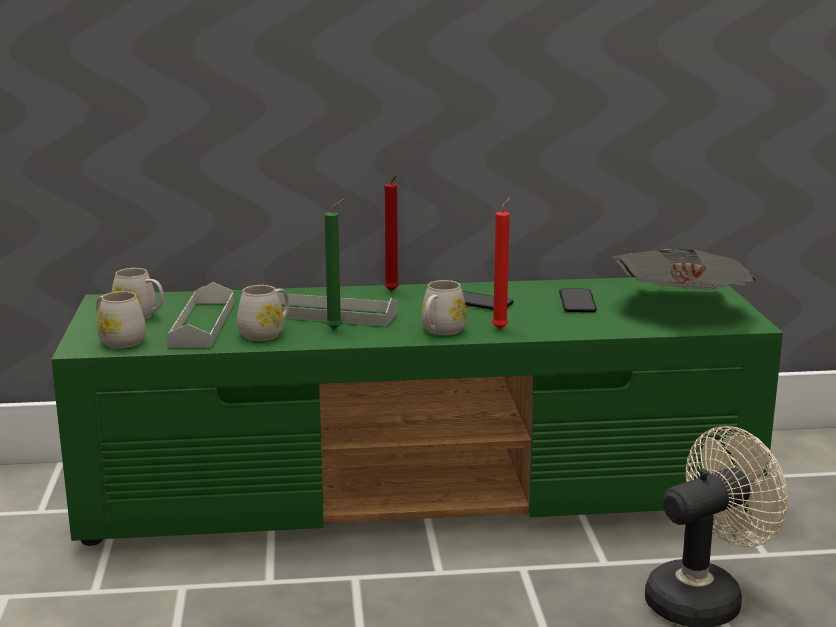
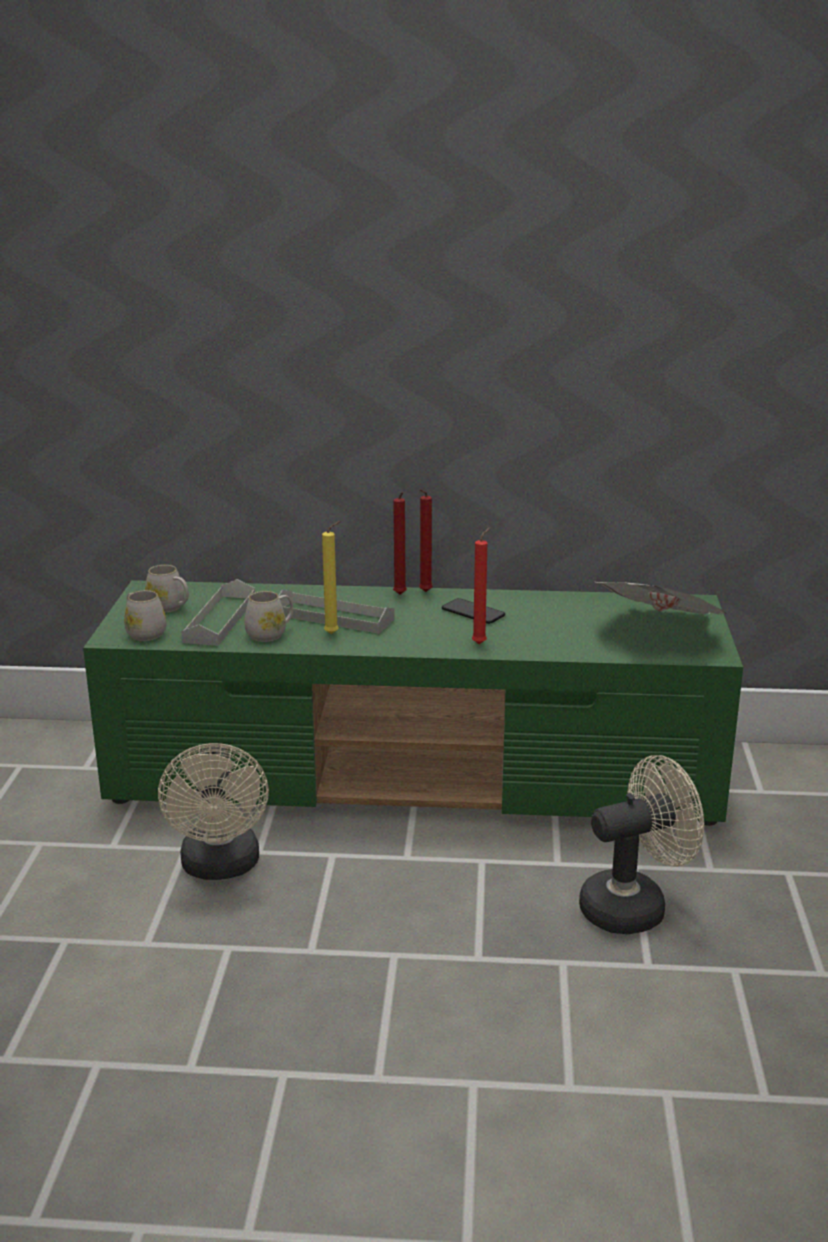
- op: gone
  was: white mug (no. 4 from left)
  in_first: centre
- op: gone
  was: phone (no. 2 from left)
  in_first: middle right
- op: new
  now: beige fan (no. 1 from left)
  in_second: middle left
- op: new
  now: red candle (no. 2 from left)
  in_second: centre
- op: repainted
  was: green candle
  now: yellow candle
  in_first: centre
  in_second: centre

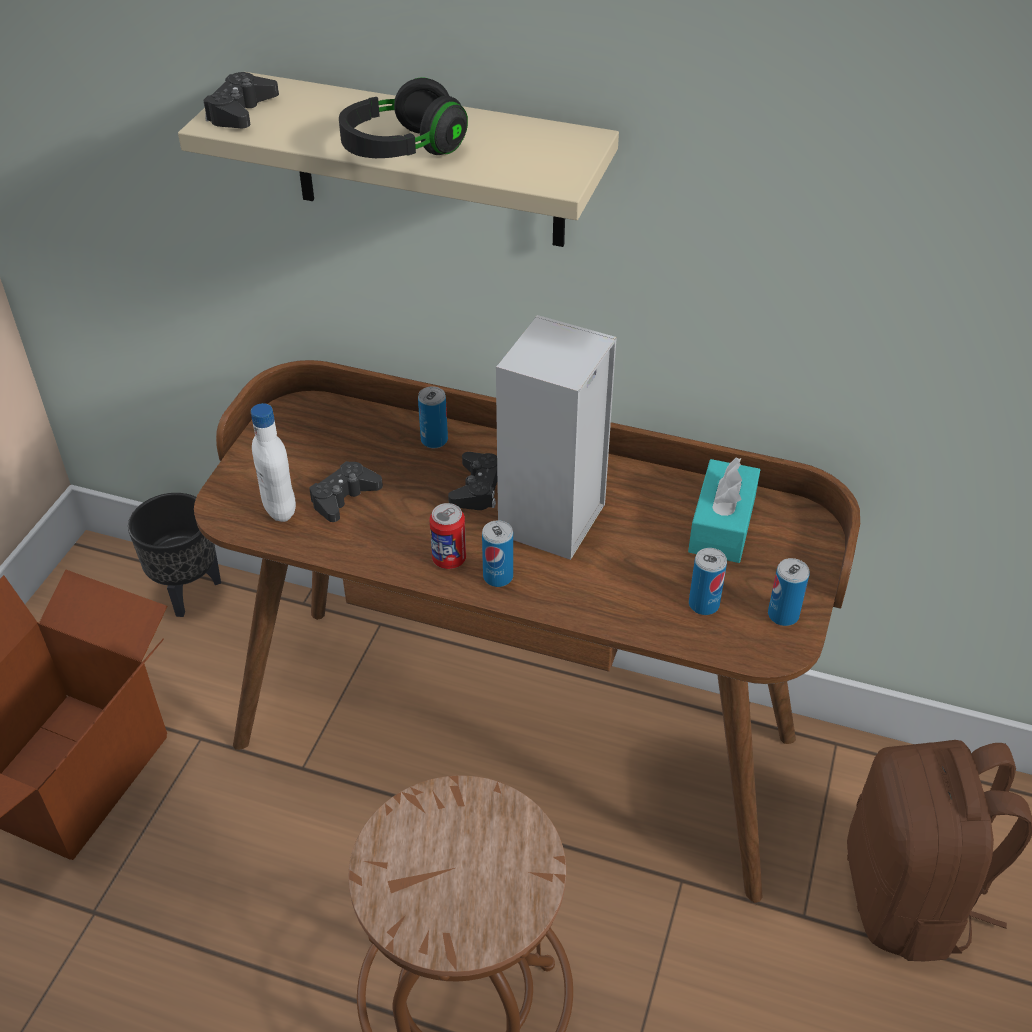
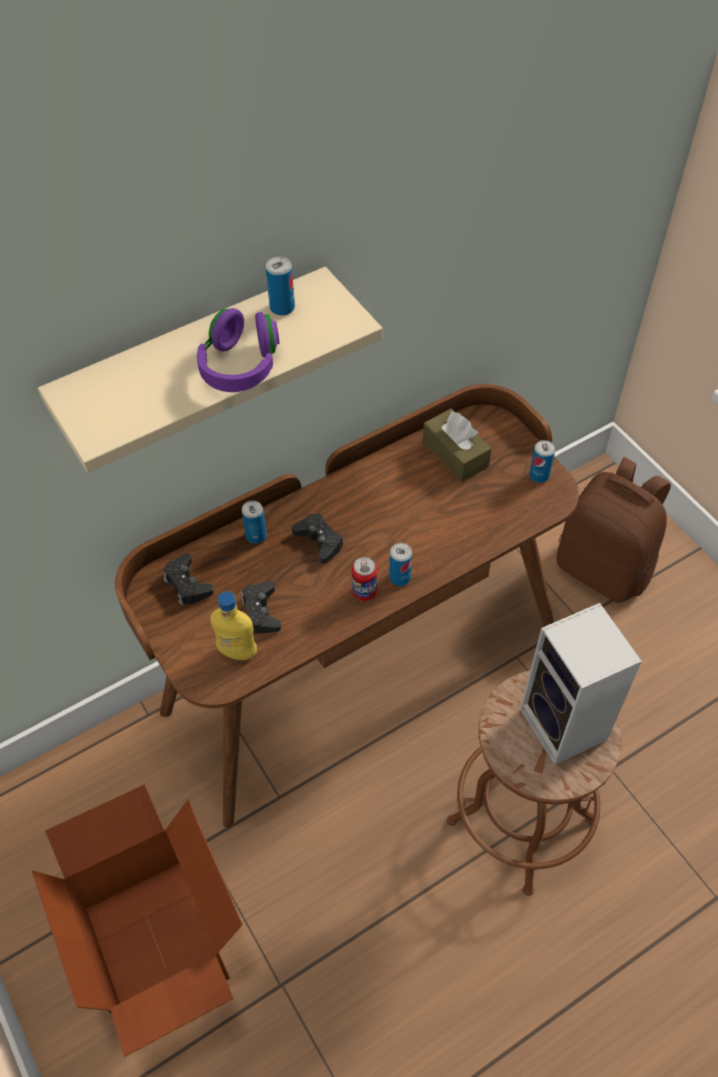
- op: gone
  was: black planter
  in_first: middle left
- op: shifted
  was: black game controller (no. 1 from left)
  in_first: top left
  in_second: middle left
- op: shifted
  was: speaker
  in_first: centre
  in_second: middle right
- op: shifted
  was: can (no. 4 from left in the first image)
  now: can (no. 2 from left)
  in_first: middle right
  in_second: top centre
- op: repainted
  was: white bottle
  now: yellow bottle
  in_first: middle left
  in_second: middle left
- op: repainted
  was: black headphones
  now: purple headphones
  in_first: top centre
  in_second: top left
- op: repainted
  was: turquoise tissue box
  now: brown tissue box
  in_first: middle right
  in_second: centre

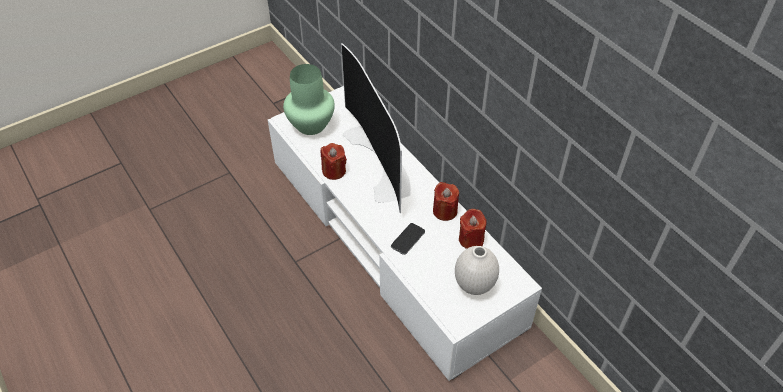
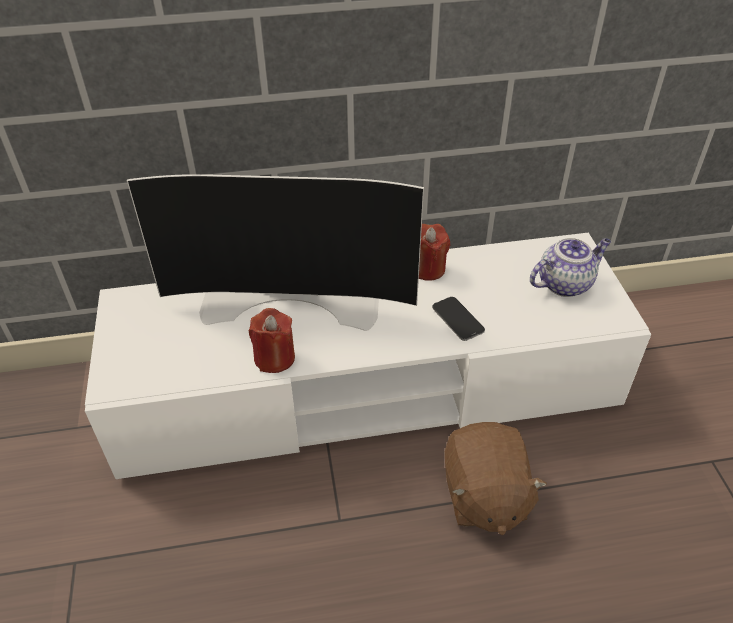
- op: gone
  was: green vase
  in_first: top centre
- op: gone
  was: red candle (no. 3 from left)
  in_first: centre
- op: new
  now: brown plush toy
  in_second: bottom right
- op: swapped
  was: white vase
  now: teapot
  in_first: bottom centre
  in_second: middle right

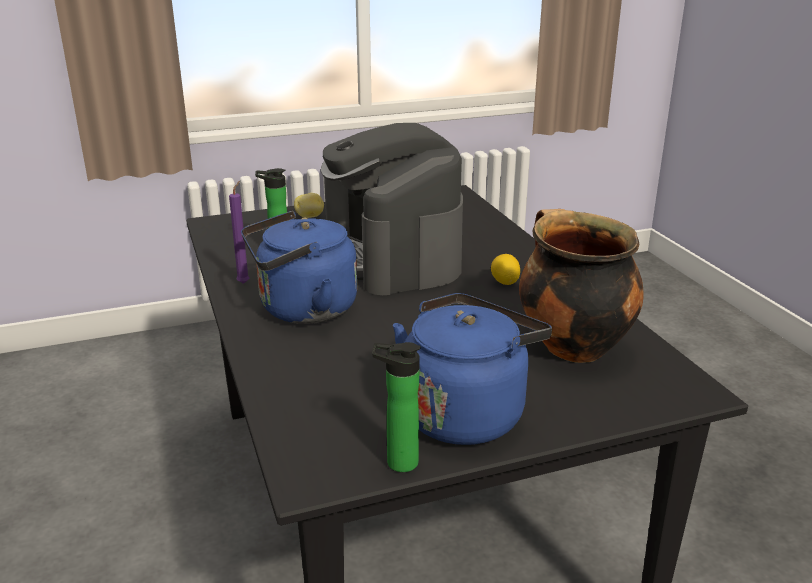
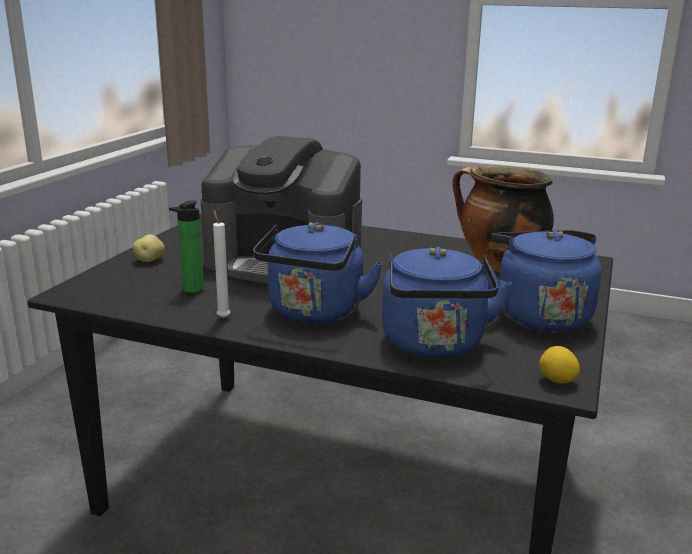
- op: gone
  was: bottle (no. 2 from left)
  in_first: bottom centre
- op: new
  now: blue kettle (no. 2 from left)
  in_second: centre
- op: shifted
  was: lemon
  in_first: centre
  in_second: middle right
- op: repainted
  was: purple candle
  now: white candle
  in_first: middle left
  in_second: middle left

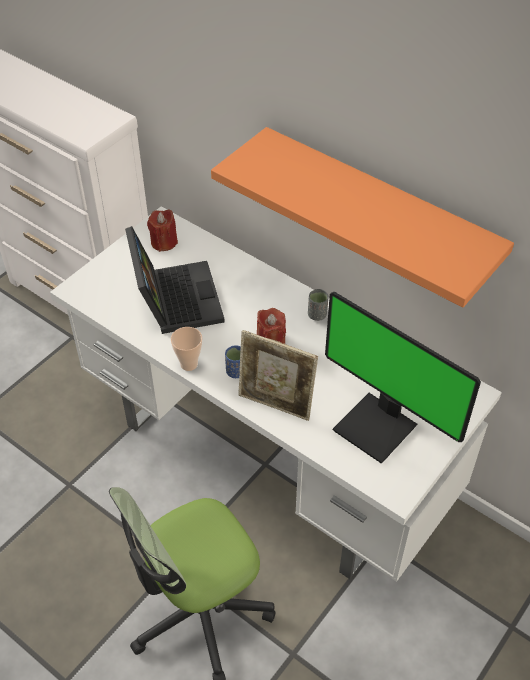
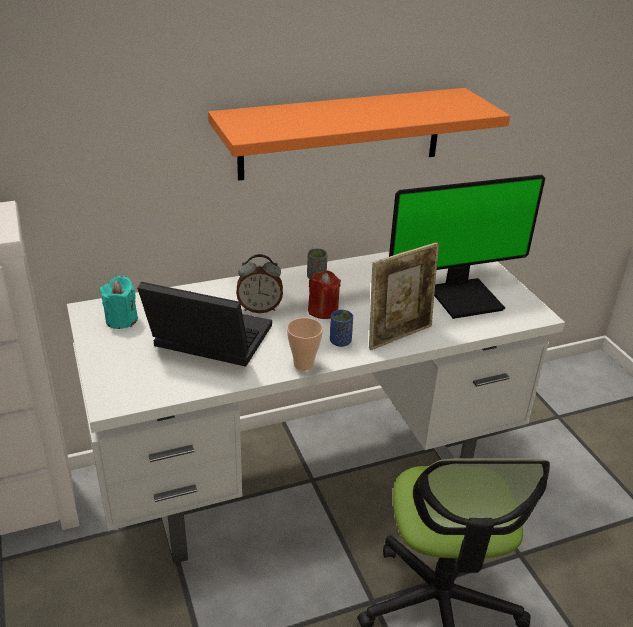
- op: new
  now: alarm clock
  in_second: centre
- op: repainted
  was: red candle (no. 1 from left)
  now: turquoise candle
  in_first: middle left
  in_second: middle left

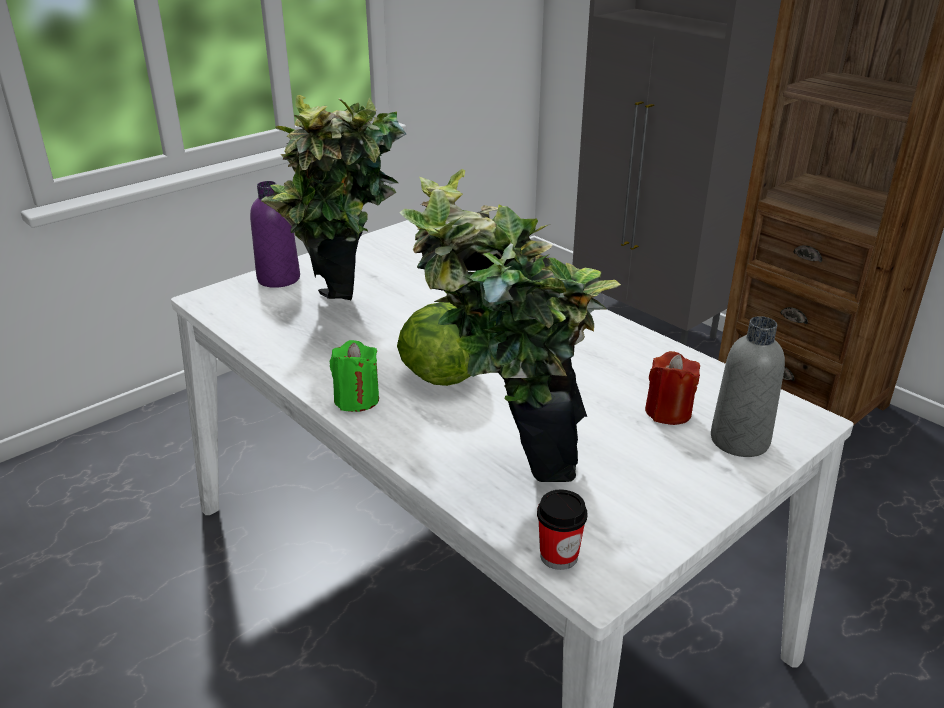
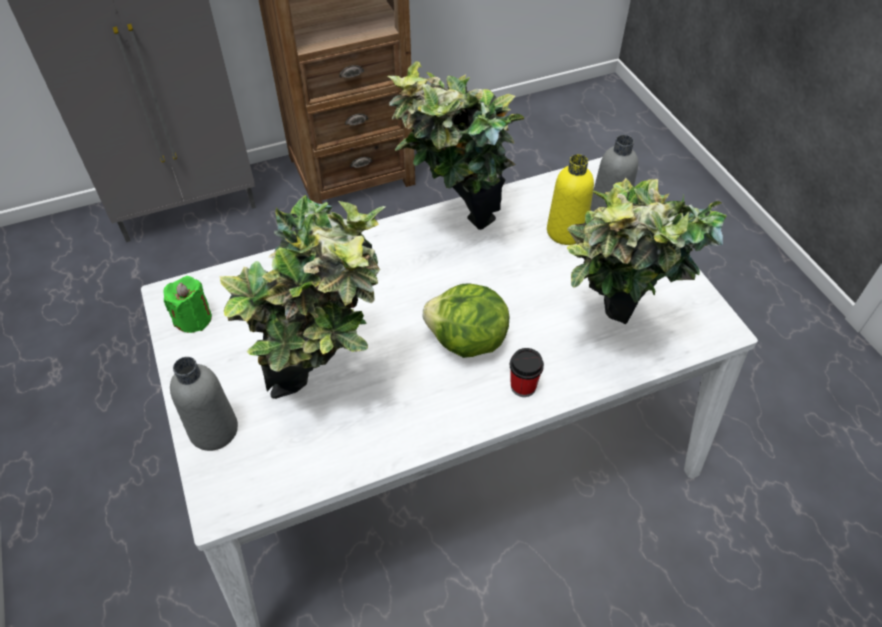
- op: new
  now: potted plant (no. 2 from left)
  in_second: top centre
- op: shifted
  was: green candle
  in_first: centre
  in_second: middle left
- op: shifted
  was: cup
  in_first: bottom centre
  in_second: centre
- op: swapped
  was: red candle
  now: yellow bottle
  in_first: middle right
  in_second: top centre
- op: repainted
  was: purple bottle
  now: grey bottle (no. 1 from left)
  in_first: top left
  in_second: middle left

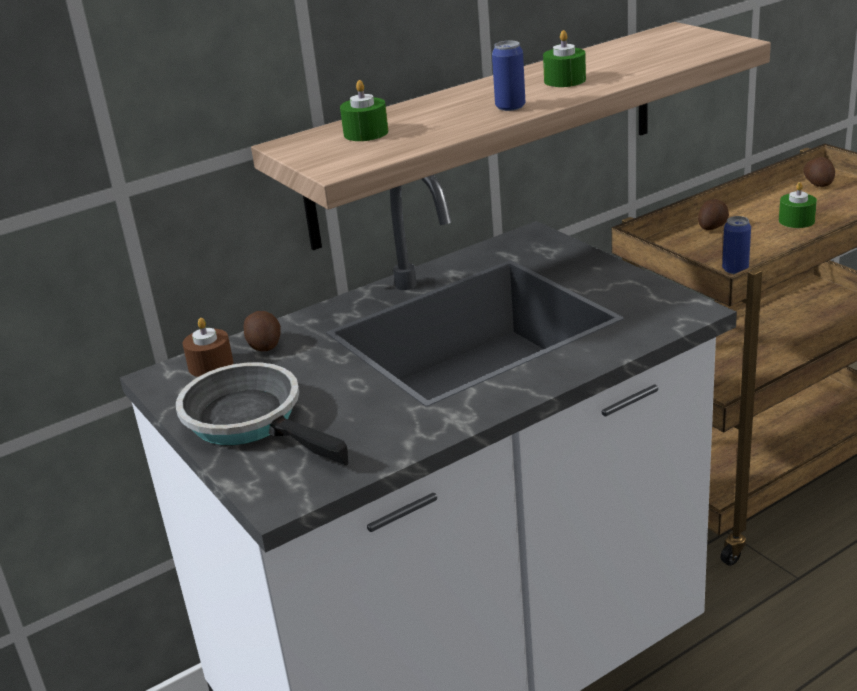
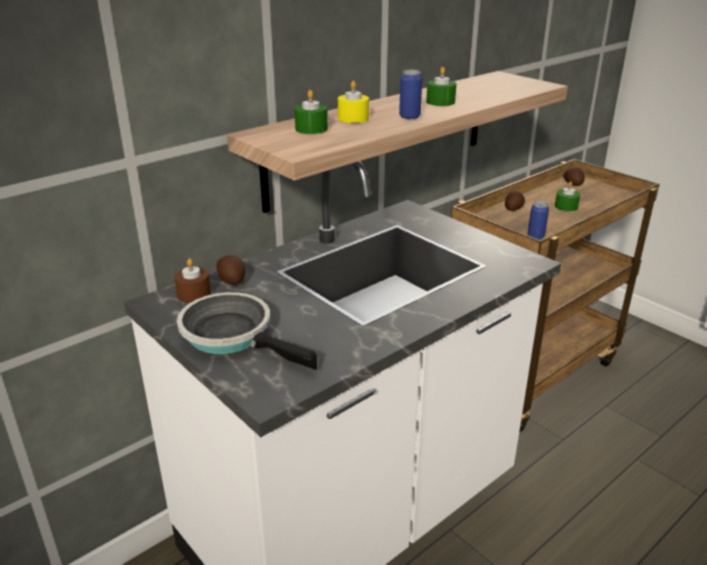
- op: new
  now: yellow candle
  in_second: top centre

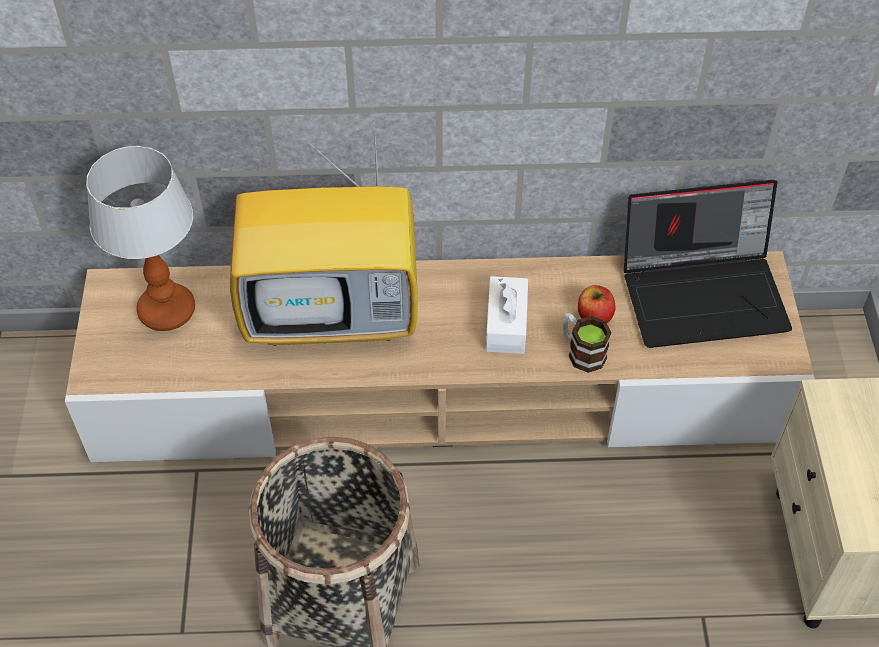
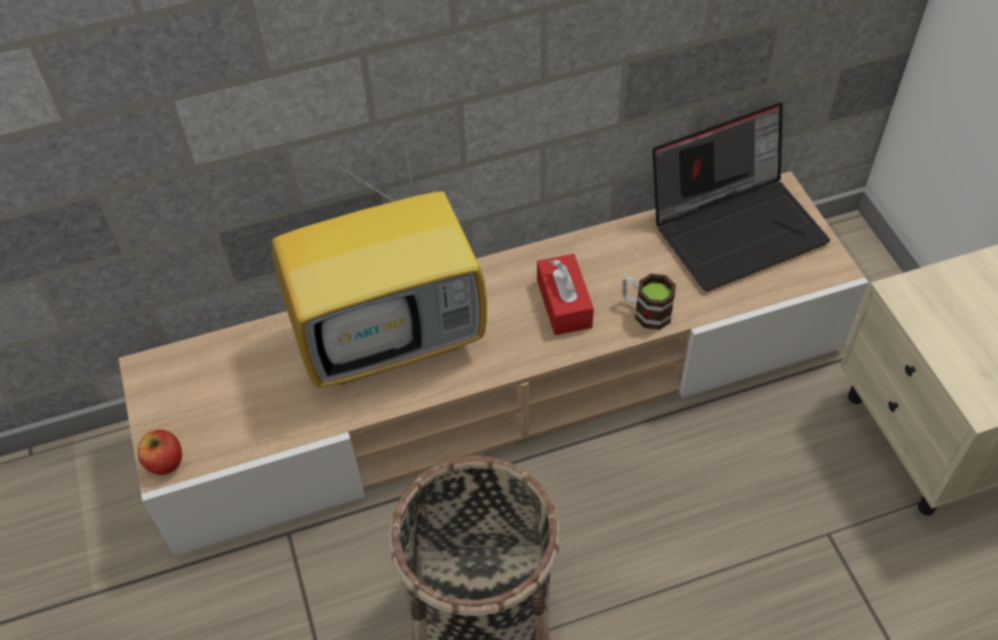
- op: gone
  was: table lamp
  in_first: middle left
- op: shifted
  was: apple
  in_first: middle right
  in_second: bottom left
- op: repainted
  was: white tissue box
  now: red tissue box
  in_first: centre
  in_second: centre

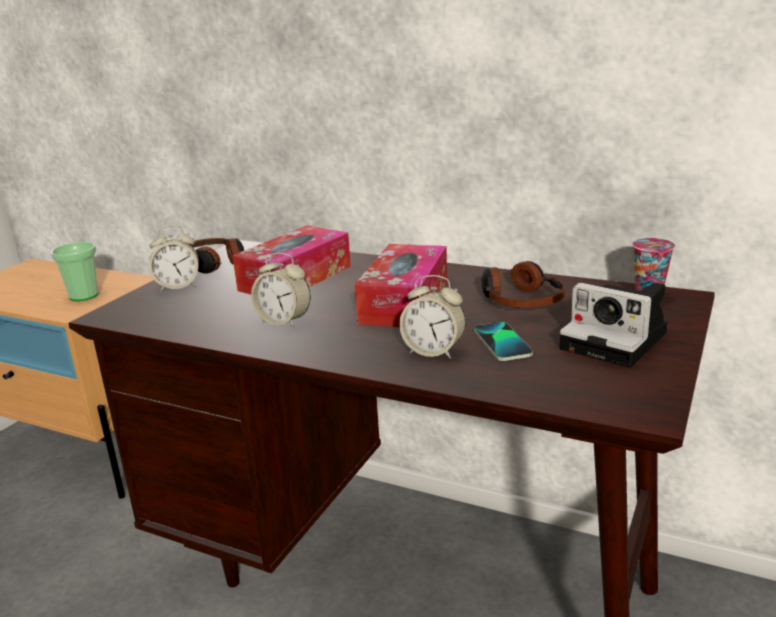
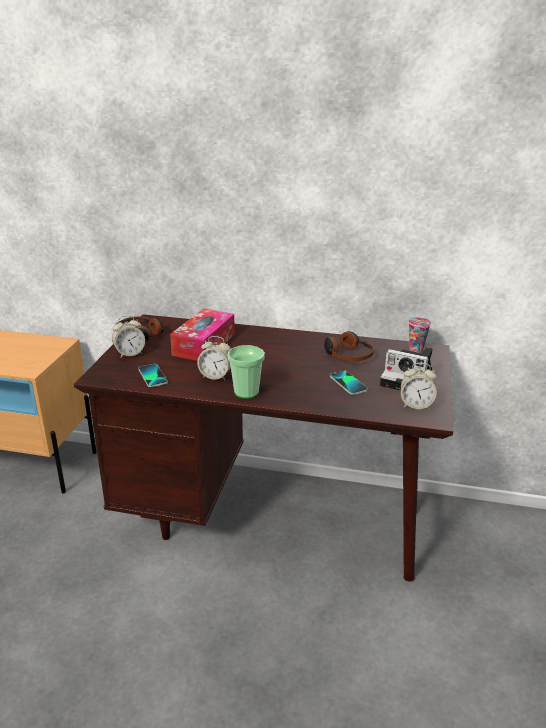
- op: gone
  was: tissue box (no. 2 from left)
  in_first: centre
- op: new
  now: phone (no. 1 from left)
  in_second: middle left
- op: shifted
  was: cup (no. 1 from left)
  in_first: middle left
  in_second: centre
- op: shifted
  was: alarm clock (no. 3 from left)
  in_first: centre
  in_second: middle right

